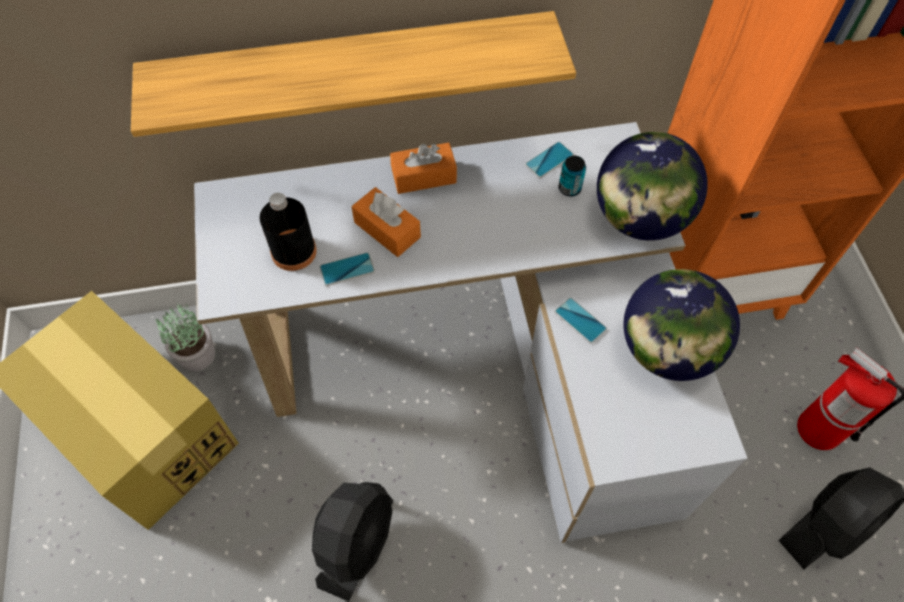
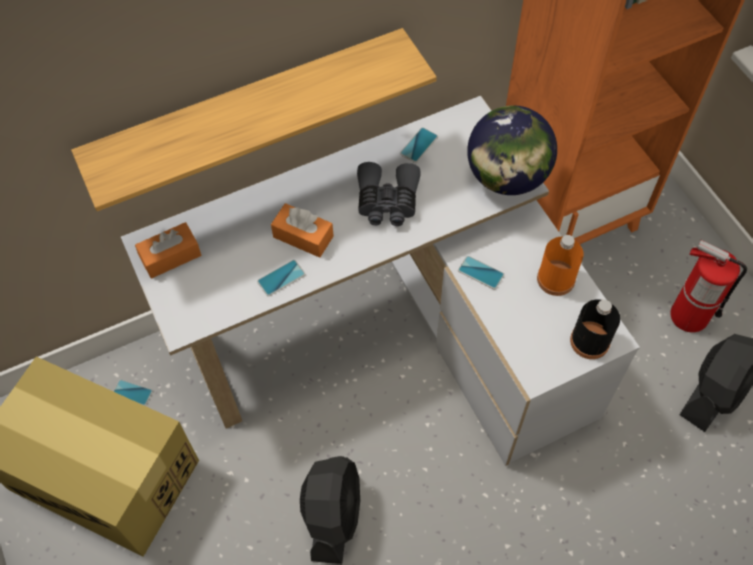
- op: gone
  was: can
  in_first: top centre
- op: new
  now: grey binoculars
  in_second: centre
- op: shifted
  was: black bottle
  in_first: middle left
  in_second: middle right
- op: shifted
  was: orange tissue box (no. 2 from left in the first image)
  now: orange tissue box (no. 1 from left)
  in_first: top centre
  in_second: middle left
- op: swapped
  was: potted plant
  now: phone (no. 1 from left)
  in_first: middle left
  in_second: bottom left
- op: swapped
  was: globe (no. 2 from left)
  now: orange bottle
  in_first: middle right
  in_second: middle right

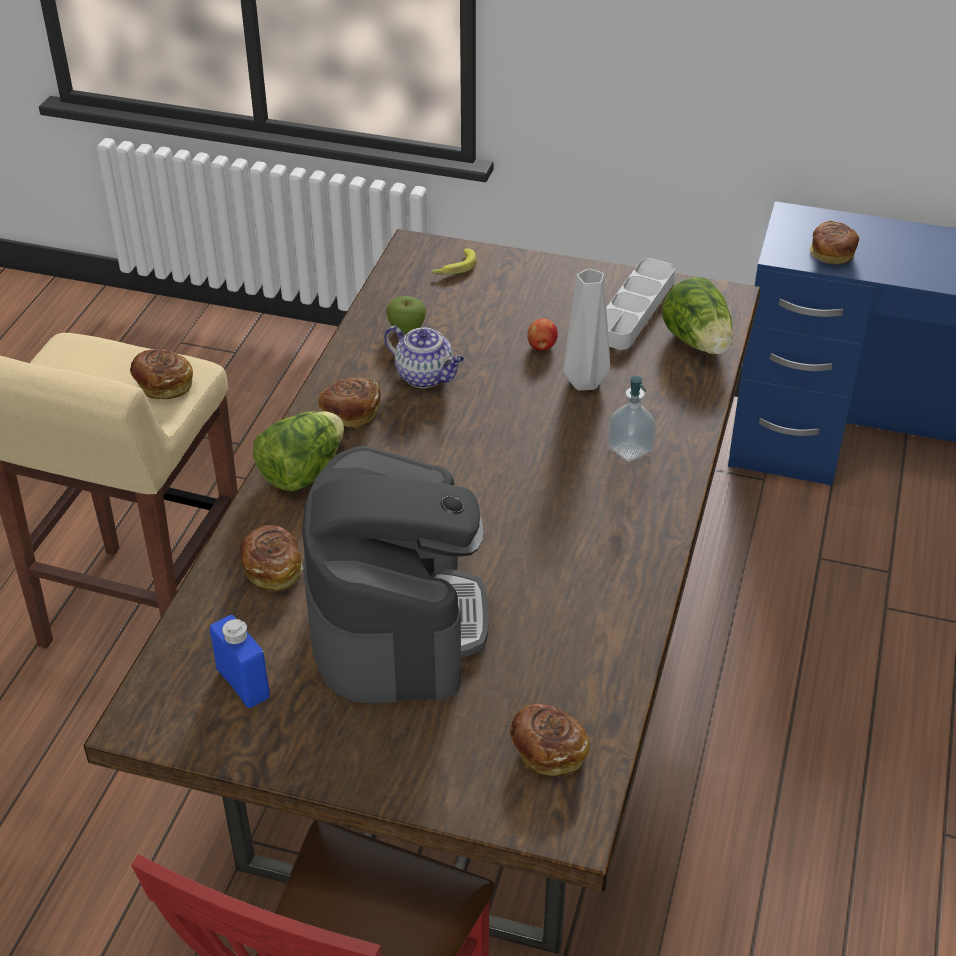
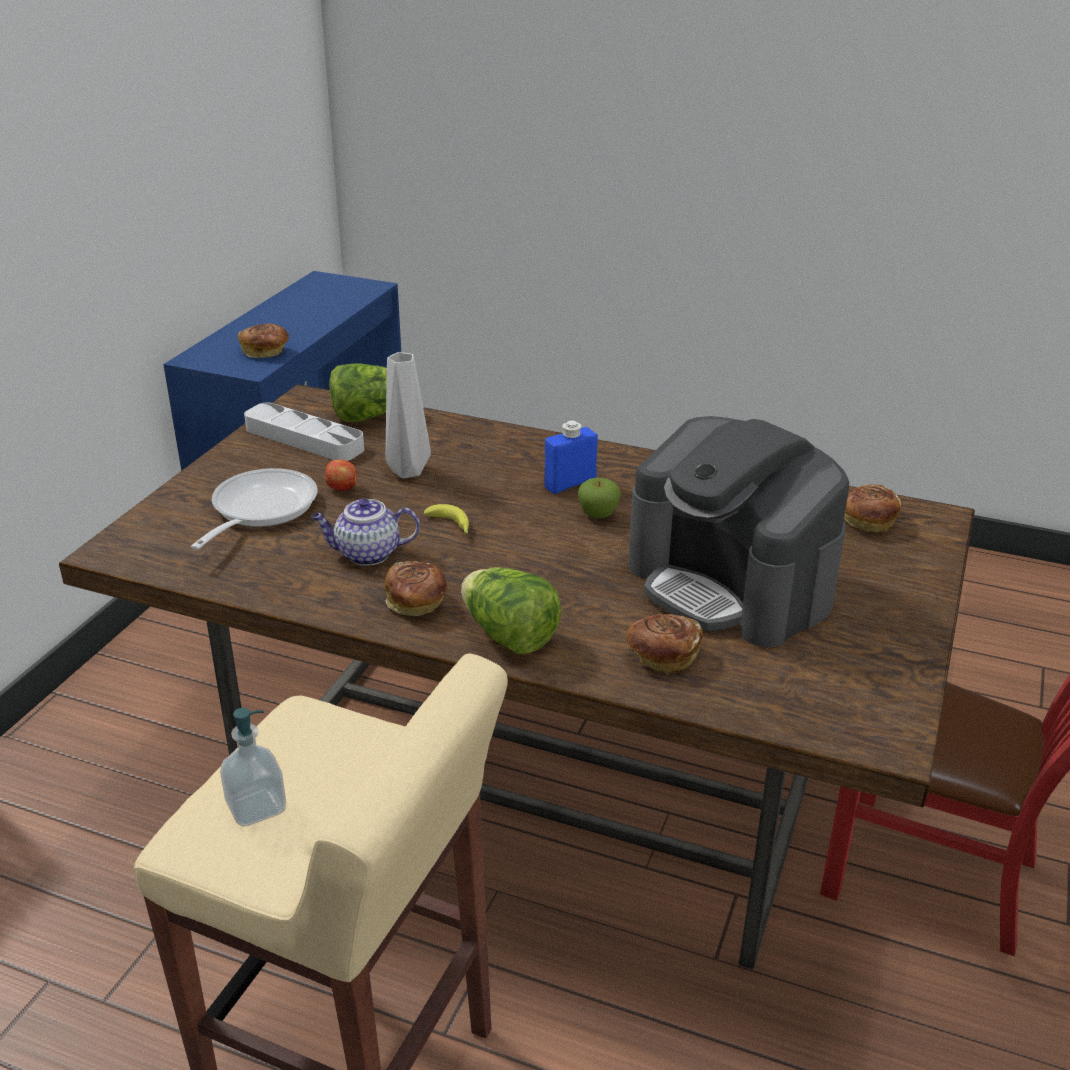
- op: gone
  was: bread (no. 1 from left)
  in_first: middle left
- op: new
  now: frying pan
  in_second: middle left
- op: shifted
  was: blue bottle
  in_first: bottom left
  in_second: centre
- op: shifted
  was: apple (no. 1 from left in the first image)
  now: apple (no. 2 from left)
  in_first: top centre
  in_second: centre
- op: shifted
  was: banana
  in_first: top centre
  in_second: centre
- op: shifted
  was: soap dispenser
  in_first: centre
  in_second: bottom left
- op: rotated
  was: coffee machine
  in_first: centre
  in_second: middle right
  clockwise: -135
- op: rotated
  was: teapot
  in_first: centre
  in_second: centre
  clockwise: -135

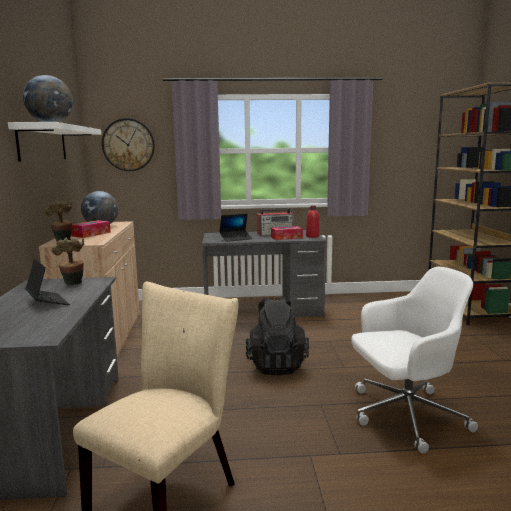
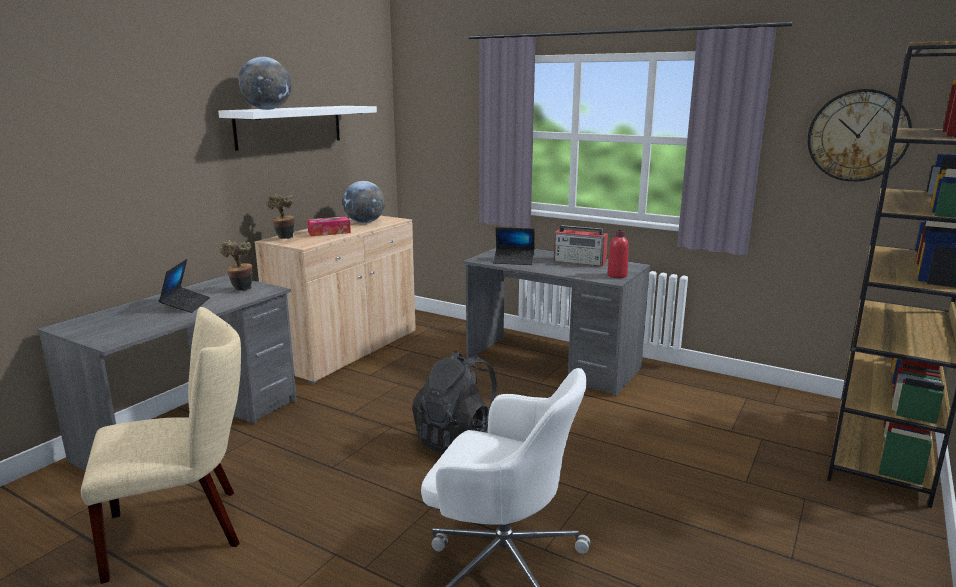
- op: gone
  was: tissue box (no. 2 from left)
  in_first: centre
- op: shifted
  was: wall clock
  in_first: top left
  in_second: top right

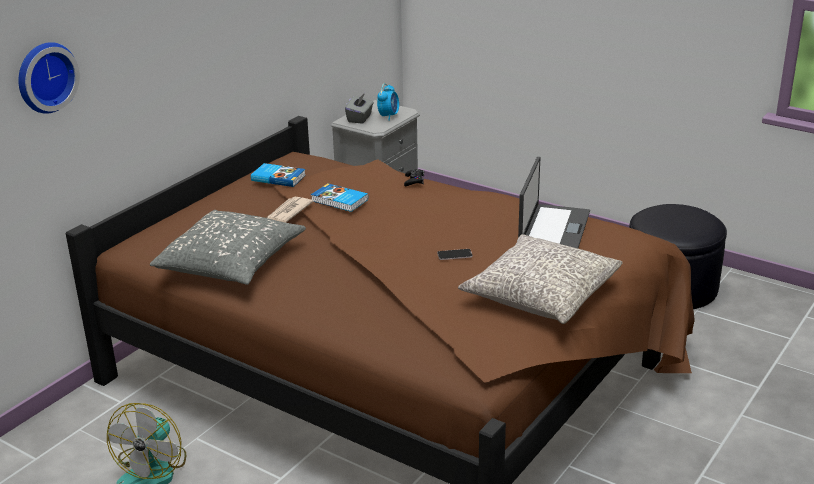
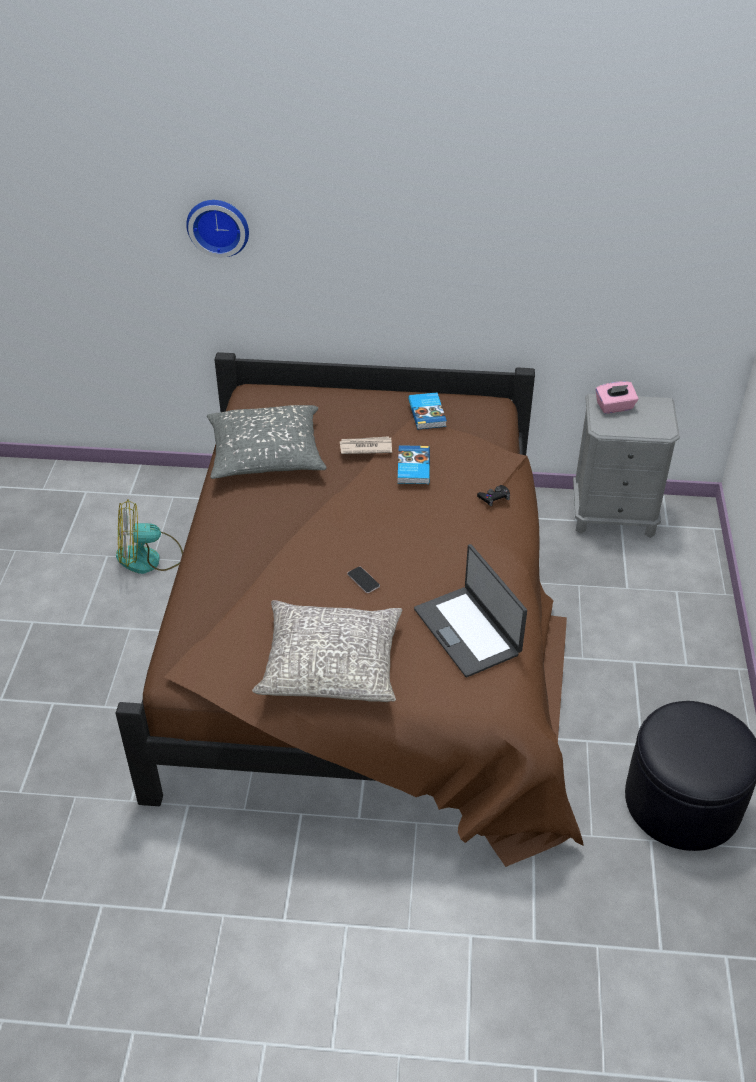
- op: gone
  was: alarm clock
  in_first: top centre
- op: repainted
  was: grey tissue box
  now: pink tissue box
  in_first: top centre
  in_second: middle right
- op: rotated
  was: laptop
  in_first: middle right
  in_second: centre
  clockwise: 75

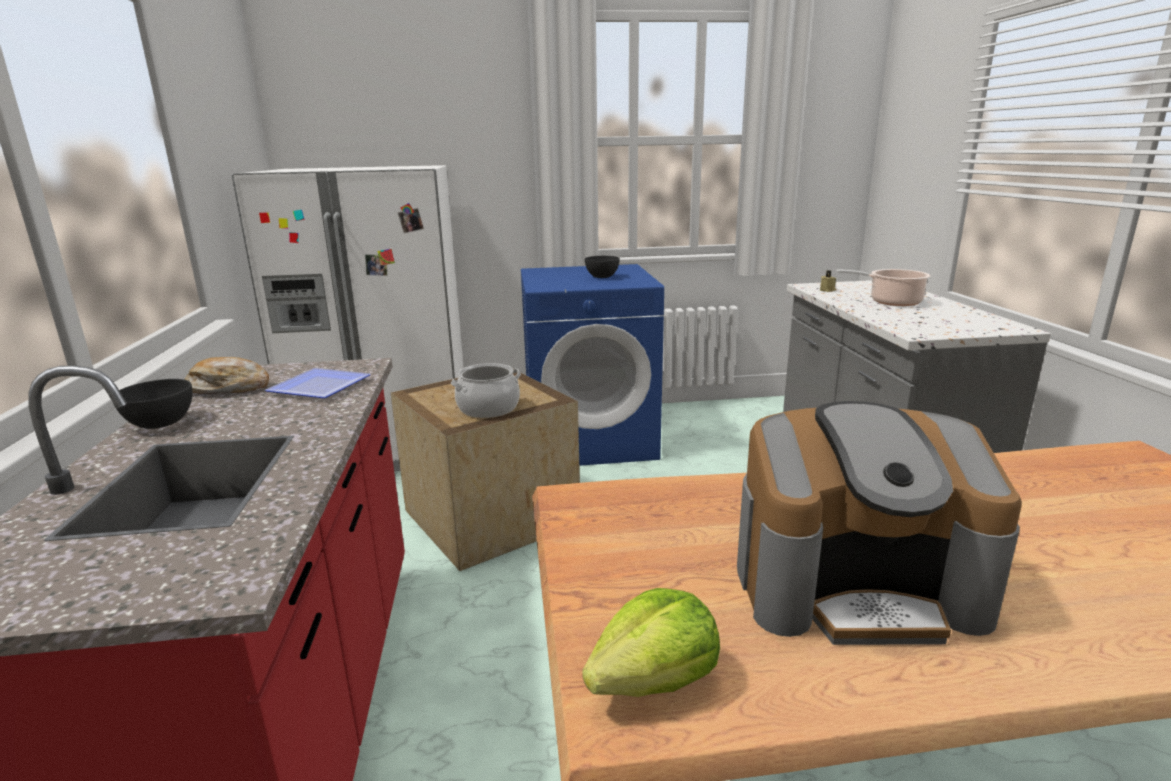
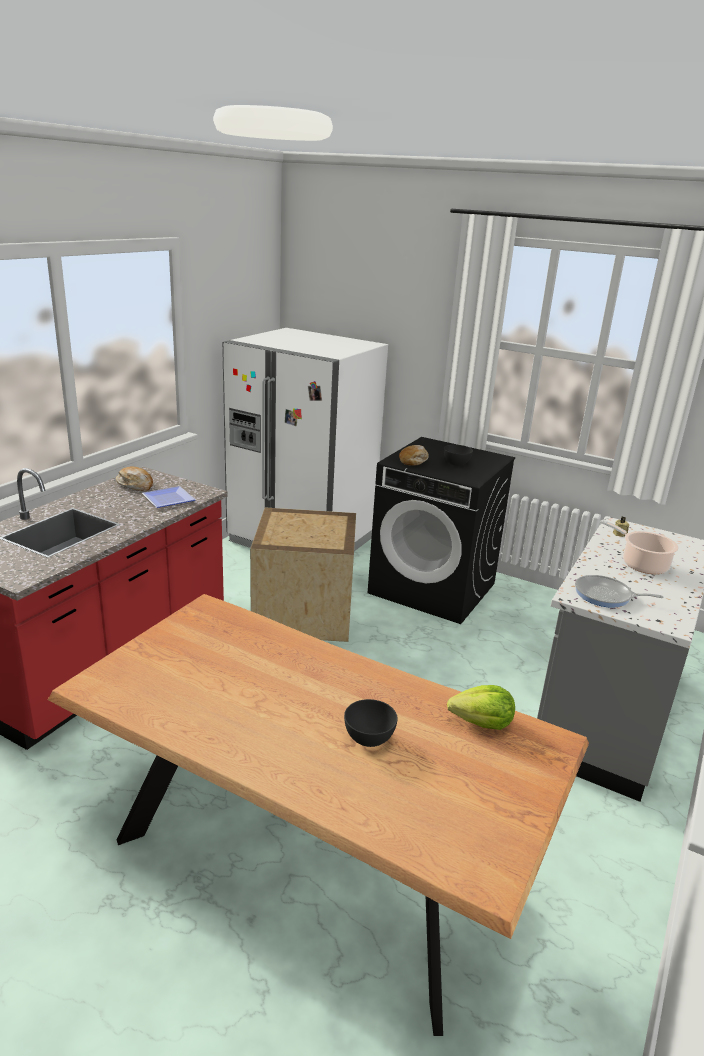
- op: gone
  was: cooking pot (no. 1 from left)
  in_first: centre
- op: gone
  was: coffee machine
  in_first: bottom right
- op: new
  now: bread (no. 2 from left)
  in_second: centre
- op: new
  now: frying pan
  in_second: middle right
- op: shifted
  was: grey bowl (no. 1 from left)
  in_first: middle left
  in_second: bottom centre
- op: shifted
  was: lettuce
  in_first: bottom centre
  in_second: bottom right
- op: repainted
  was: blue washing machine
  now: black washing machine
  in_first: centre
  in_second: centre

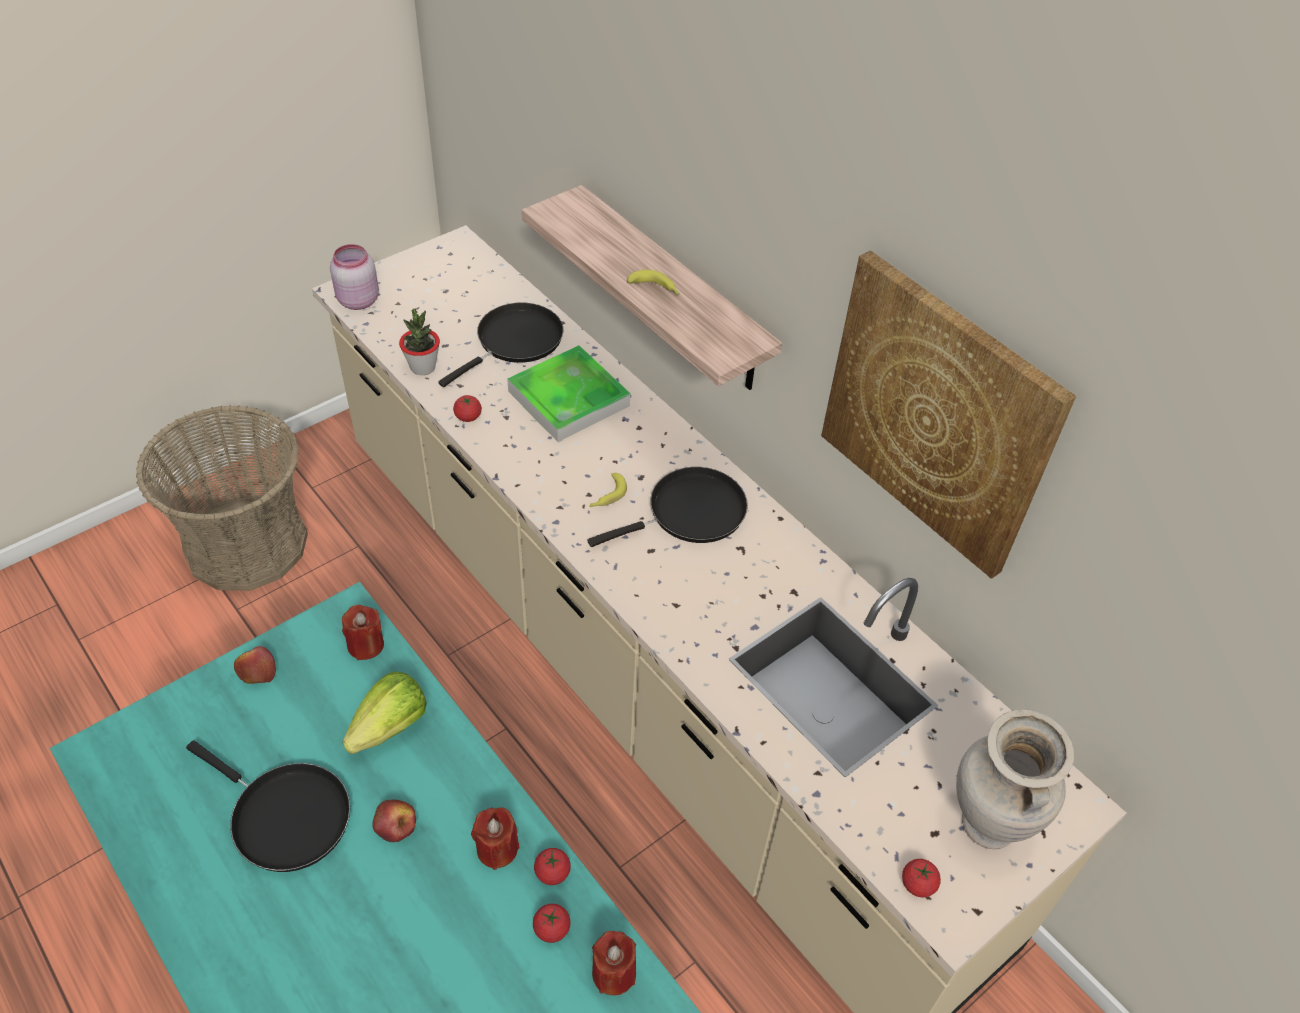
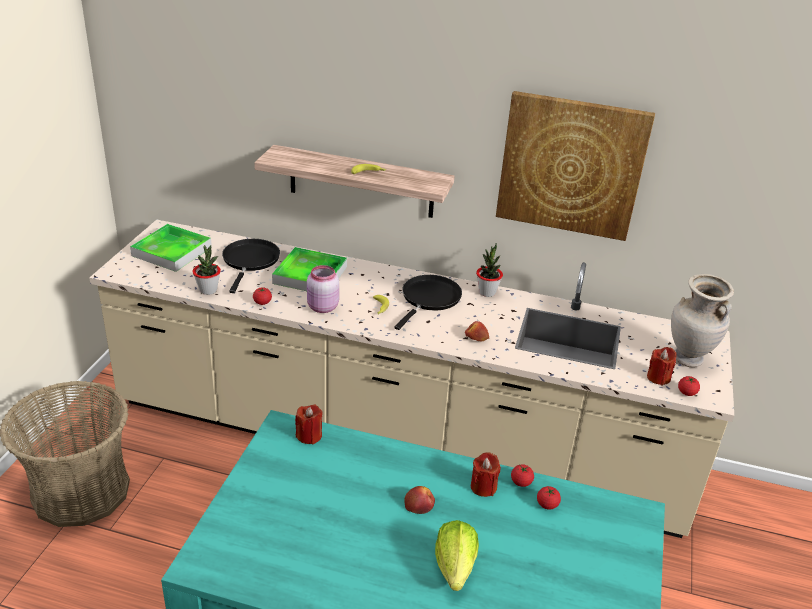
- op: gone
  was: black frying pan (no. 1 from left)
  in_first: bottom left
- op: new
  now: tray (no. 1 from left)
  in_second: middle left
- op: new
  now: potted plant (no. 2 from left)
  in_second: centre
- op: shifted
  was: apple (no. 1 from left in the first image)
  now: apple (no. 2 from left)
  in_first: middle left
  in_second: centre
- op: shifted
  was: pink jar
  in_first: top left
  in_second: centre
- op: shifted
  was: lettuce
  in_first: bottom left
  in_second: bottom centre
- op: shifted
  was: red candle (no. 3 from left)
  in_first: bottom centre
  in_second: middle right

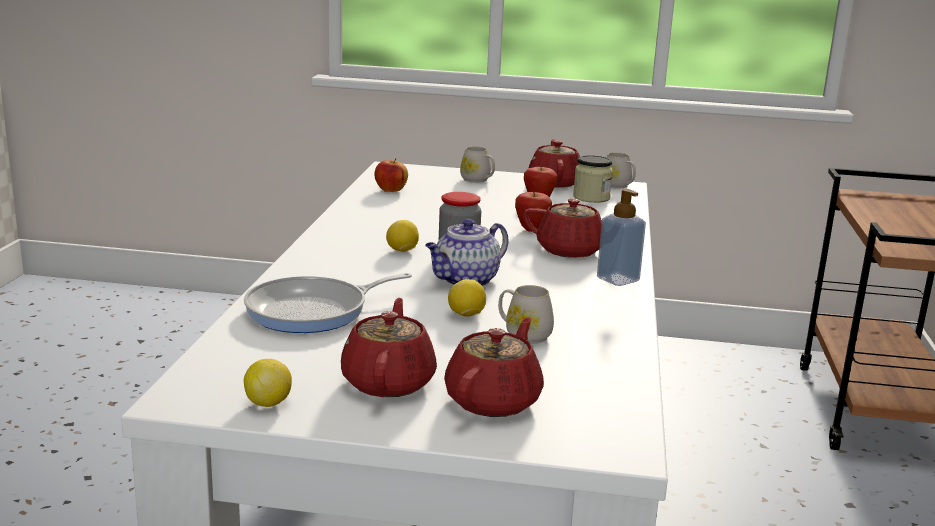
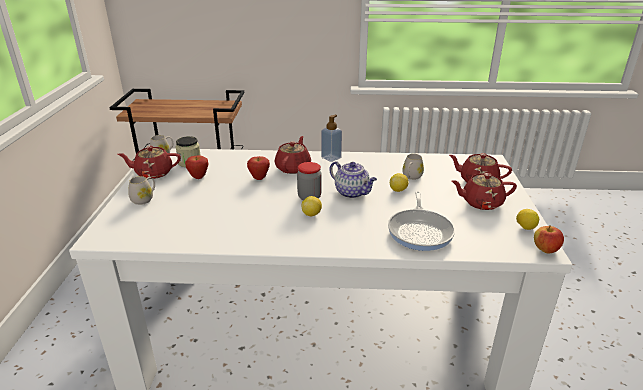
- op: shifted
  was: apple (no. 1 from left in the first image)
  now: apple (no. 3 from left)
  in_first: top centre
  in_second: middle right
- op: rotated
  was: frying pan
  in_first: centre
  in_second: centre
  clockwise: 45

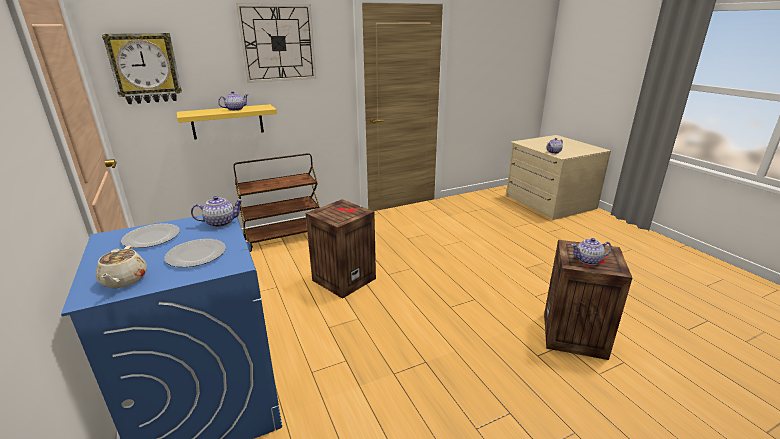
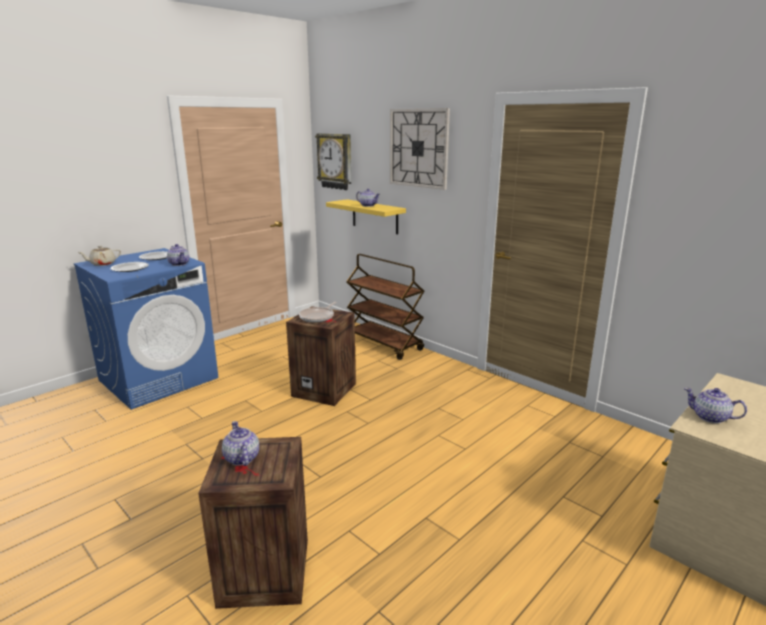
- op: new
  now: frying pan
  in_second: centre

